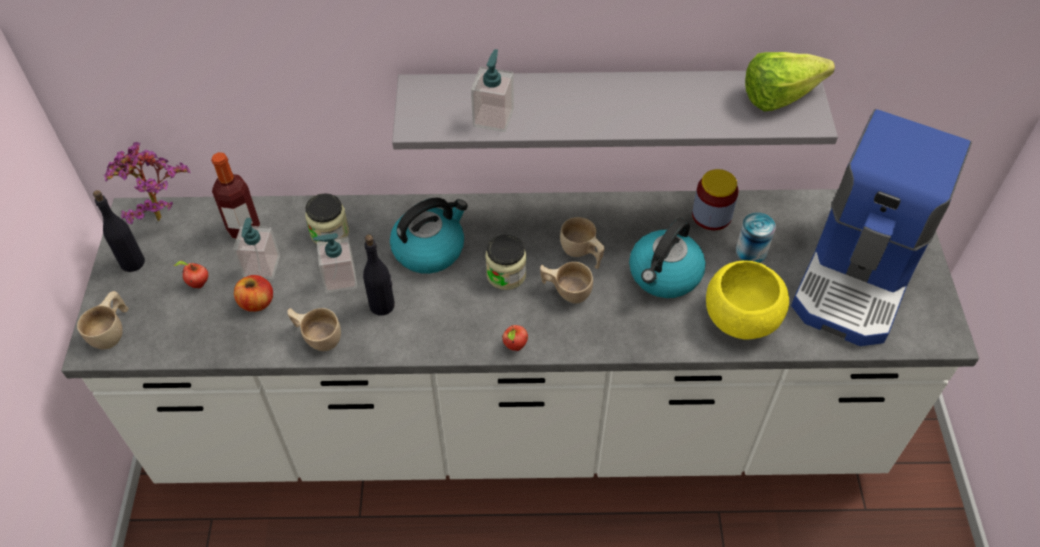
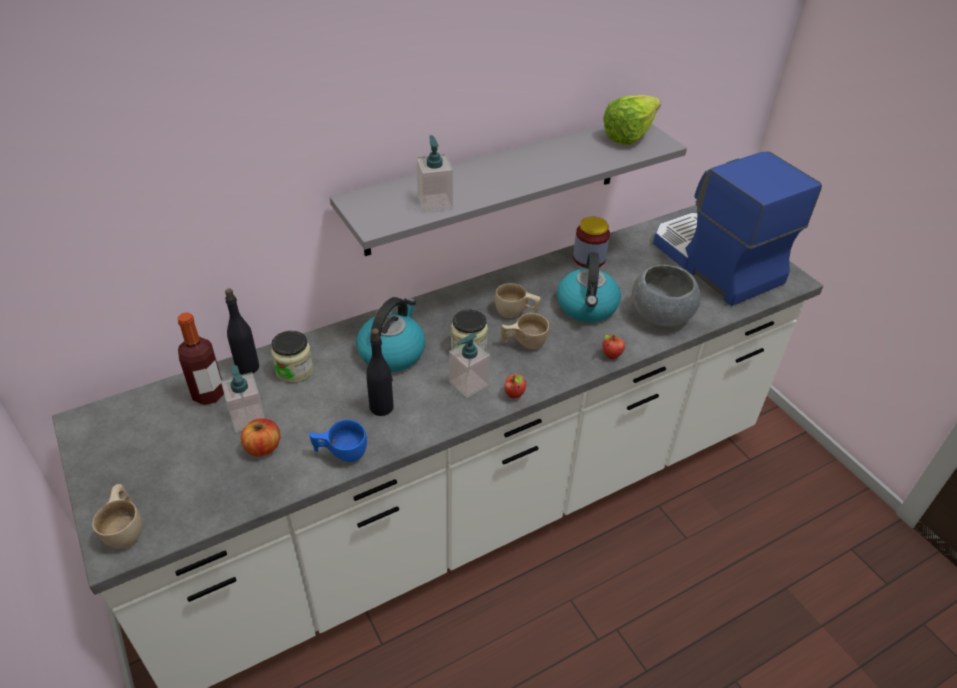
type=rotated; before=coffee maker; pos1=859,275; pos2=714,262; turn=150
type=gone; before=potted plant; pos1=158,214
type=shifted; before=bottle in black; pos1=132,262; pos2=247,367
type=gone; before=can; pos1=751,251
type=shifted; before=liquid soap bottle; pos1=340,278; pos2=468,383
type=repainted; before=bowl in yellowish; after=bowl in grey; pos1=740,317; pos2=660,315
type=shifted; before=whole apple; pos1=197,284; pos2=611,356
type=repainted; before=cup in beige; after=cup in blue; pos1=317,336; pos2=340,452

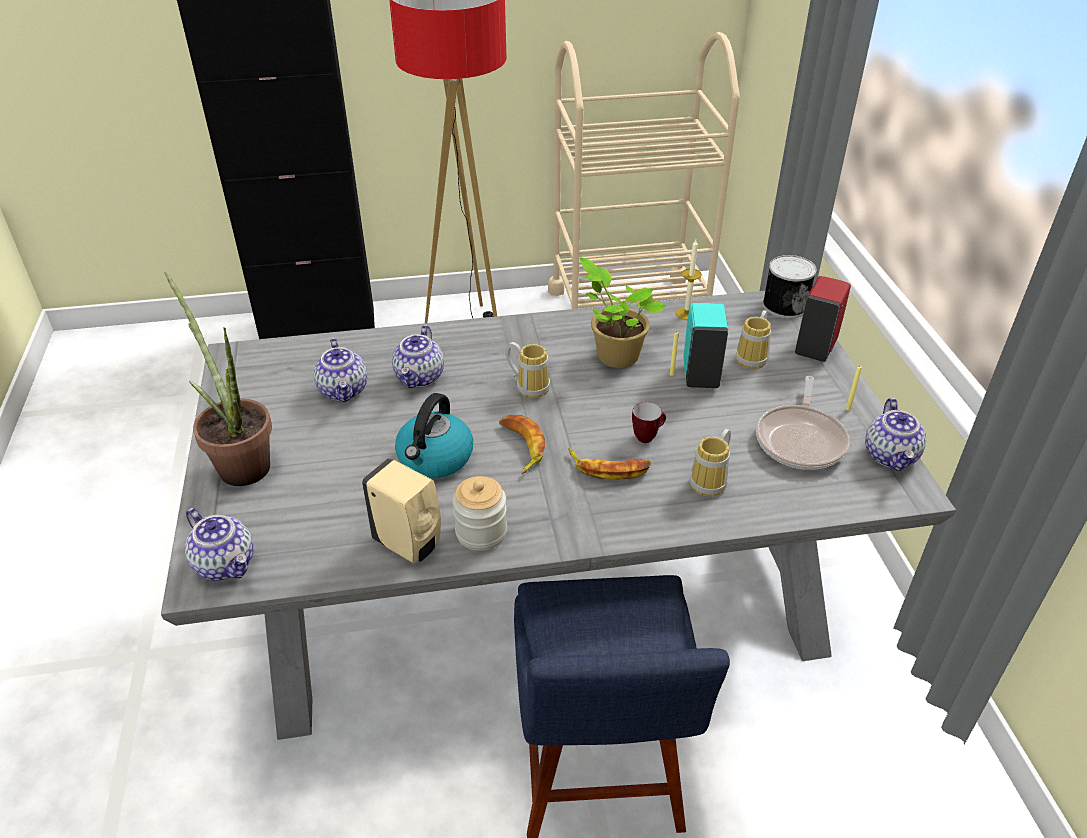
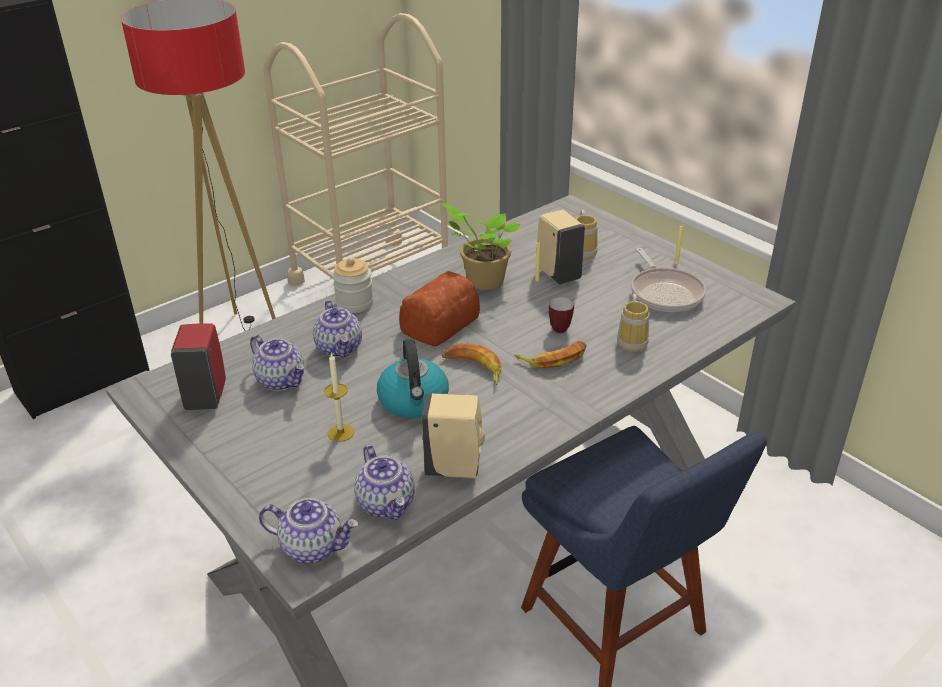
type=shifted; before=wax light; pos1=687,313; pos2=341,432
type=gone; before=can; pos1=784,305
type=gone; before=potted plant; pos1=240,462
type=shifted; before=liquid soap bottle in red; pos1=816,348; pos2=206,395
type=repainted; before=liquid soap bottle in blue-green; after=liquid soap bottle in beige; pos1=700,374; pos2=557,274
type=swapped; before=coffee mug; after=bread; pos1=530,386; pos2=438,324
type=shifted; before=pot for tea; pos1=891,456; pos2=387,503
type=shifted; before=jar; pos1=481,532; pos2=354,303

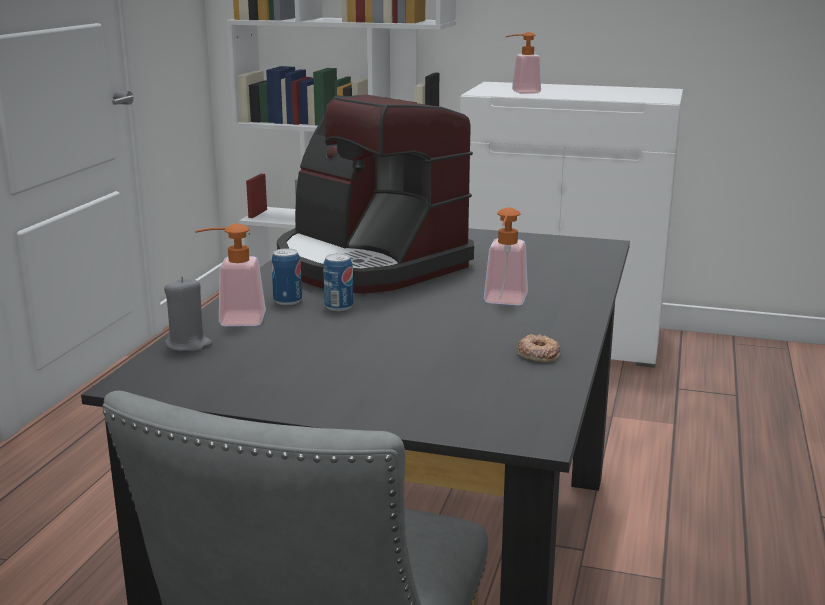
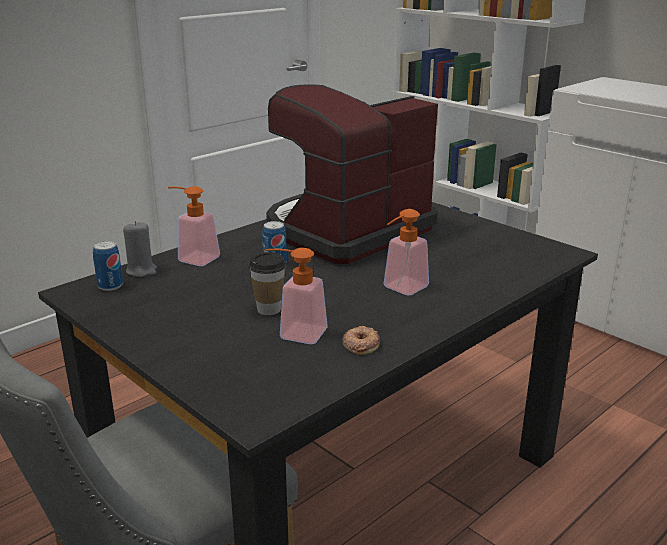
type=shifted; before=liquid soap bottle; pos1=520,92; pos2=295,332
type=rotated; before=coffee maker; pos1=369,264; pos2=346,231; turn=60
type=shifted; before=can; pos1=287,301; pos2=110,286
type=new; after=cup; pos2=269,309

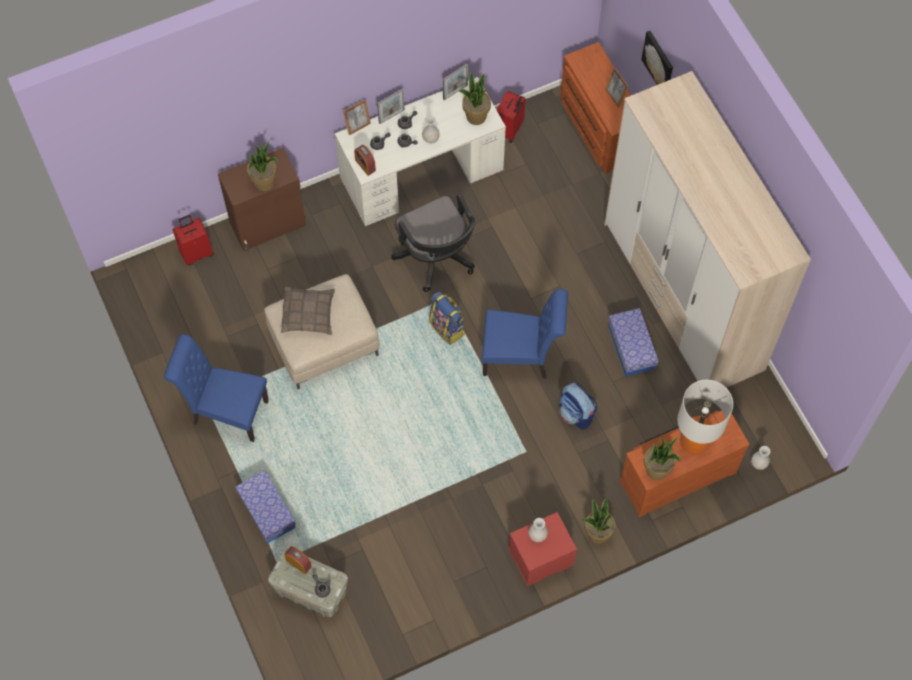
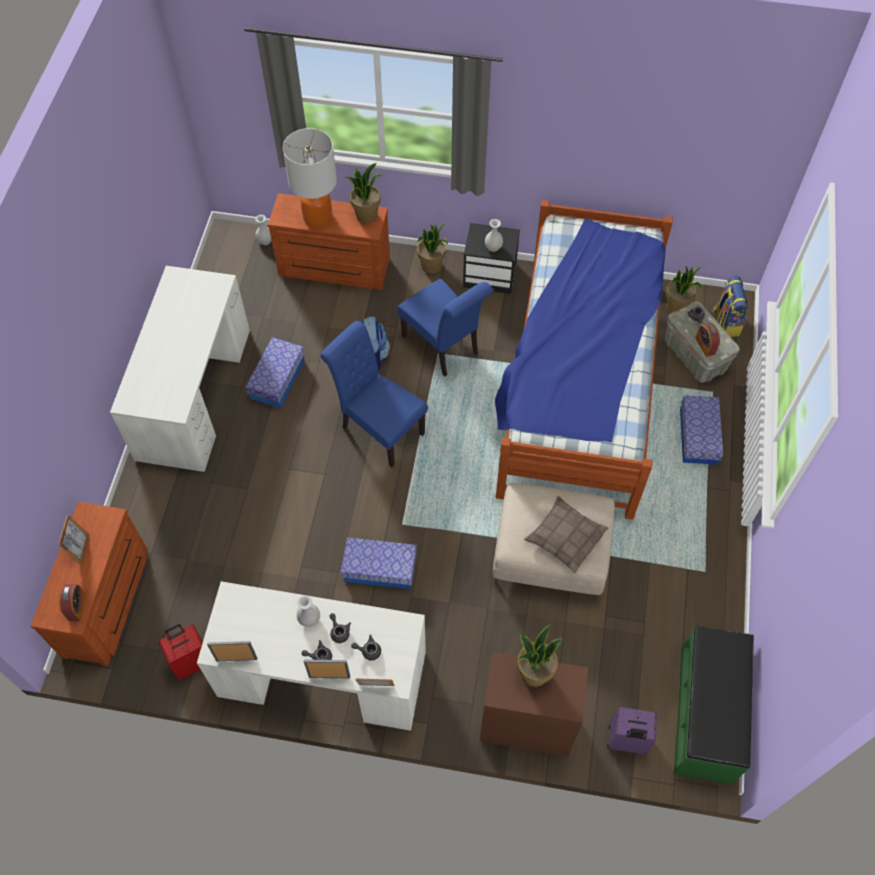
type=gone; before=wall art; pos1=659,62
type=shifted; before=potted plant; pos1=475,116; pos2=676,307
type=swapped; before=wardrobe; after=desk table in white-coloured; pos1=682,297; pos2=195,393
type=shifted; before=alarm clock; pos1=365,165; pos2=76,607
type=swapped; before=office chair in black; after=storage box; pos1=437,258; pos2=380,568
type=repainted; before=piece of luggage in red; after=piece of luggage in purplish; pos1=196,253; pos2=626,741
type=shifted; before=backpack; pos1=448,327; pos2=725,322
type=shifted; before=chair in blue; pos1=226,411; pos2=444,348
type=repainted; before=bedside table in red; after=bedside table in black; pos1=540,559; pos2=490,274
type=new; after=bedroom bed; pos2=578,383
type=new; after=long seat in greenish; pos2=706,714

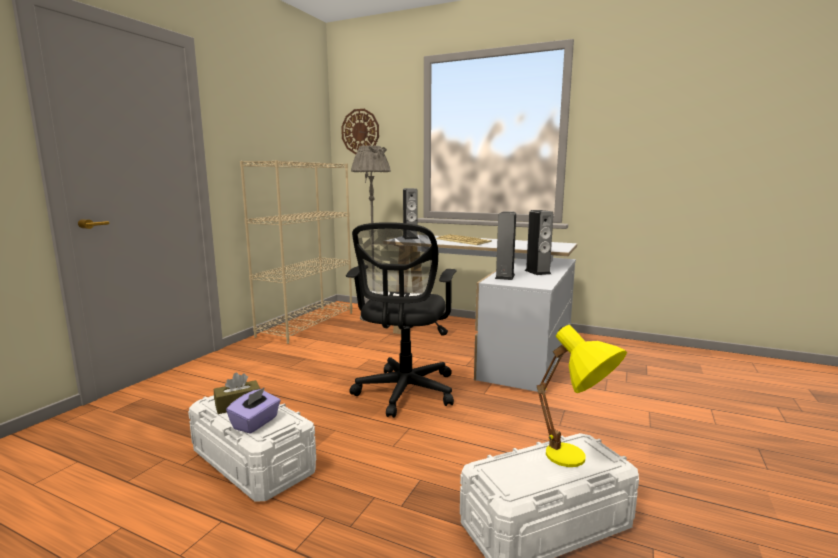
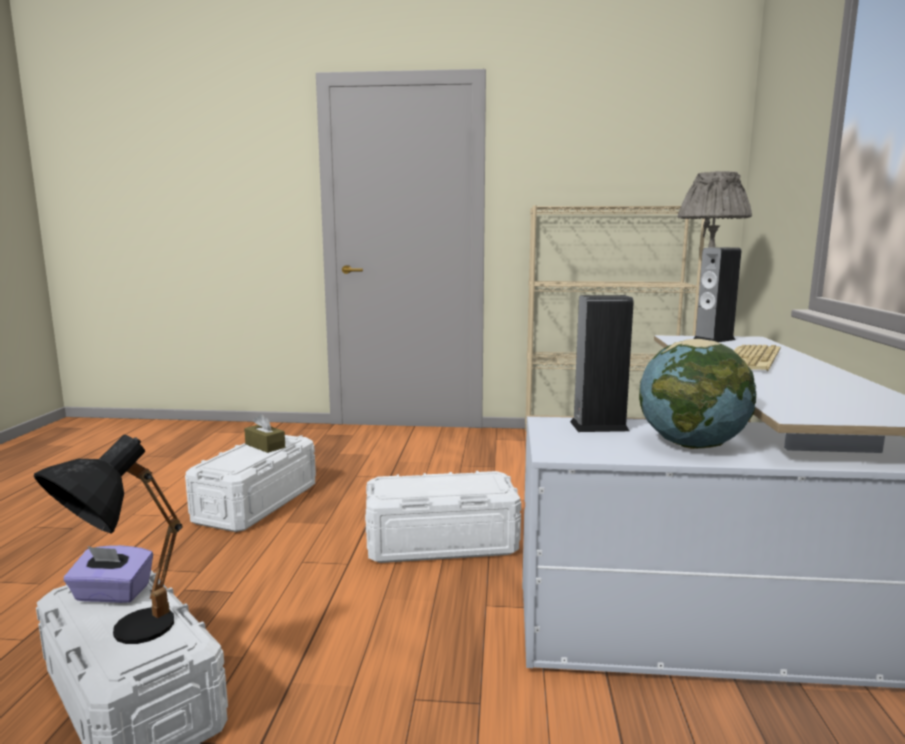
type=gone; before=hanging clock; pos1=360,131
type=swapped; before=loudspeaker; after=globe; pos1=537,272; pos2=692,445
type=swapped; before=office chair in black; after=storage box in white-coloured; pos1=404,393; pos2=441,543
type=repainted; before=table lamp in yellowish; after=table lamp in black; pos1=576,463; pos2=121,636
type=shifted; before=box of tissues in purplish; pos1=256,423; pos2=112,594

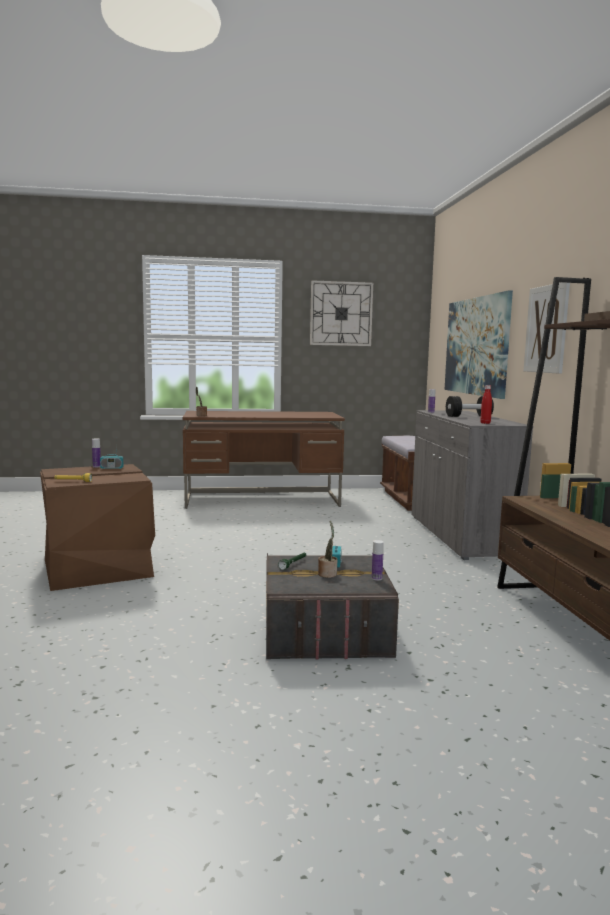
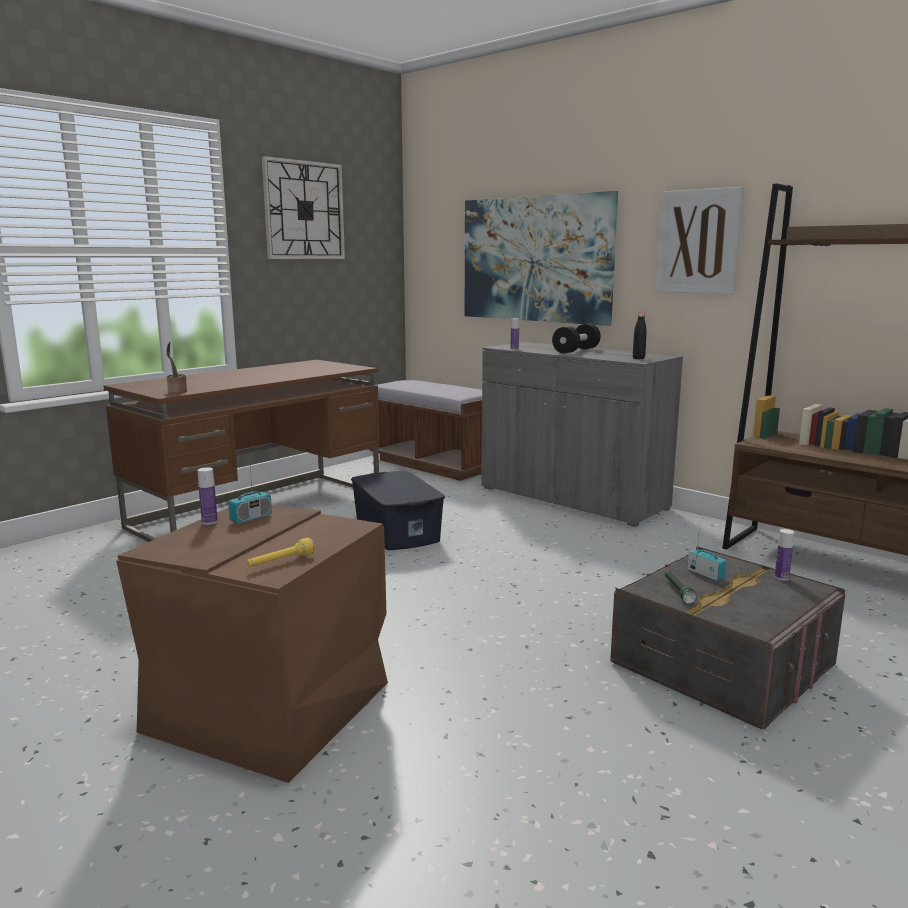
type=repainted; before=bottle in red; after=bottle in black; pos1=485,423; pos2=638,358
type=gone; before=potted plant; pos1=327,574
type=new; after=storage box in blue; pos2=397,530

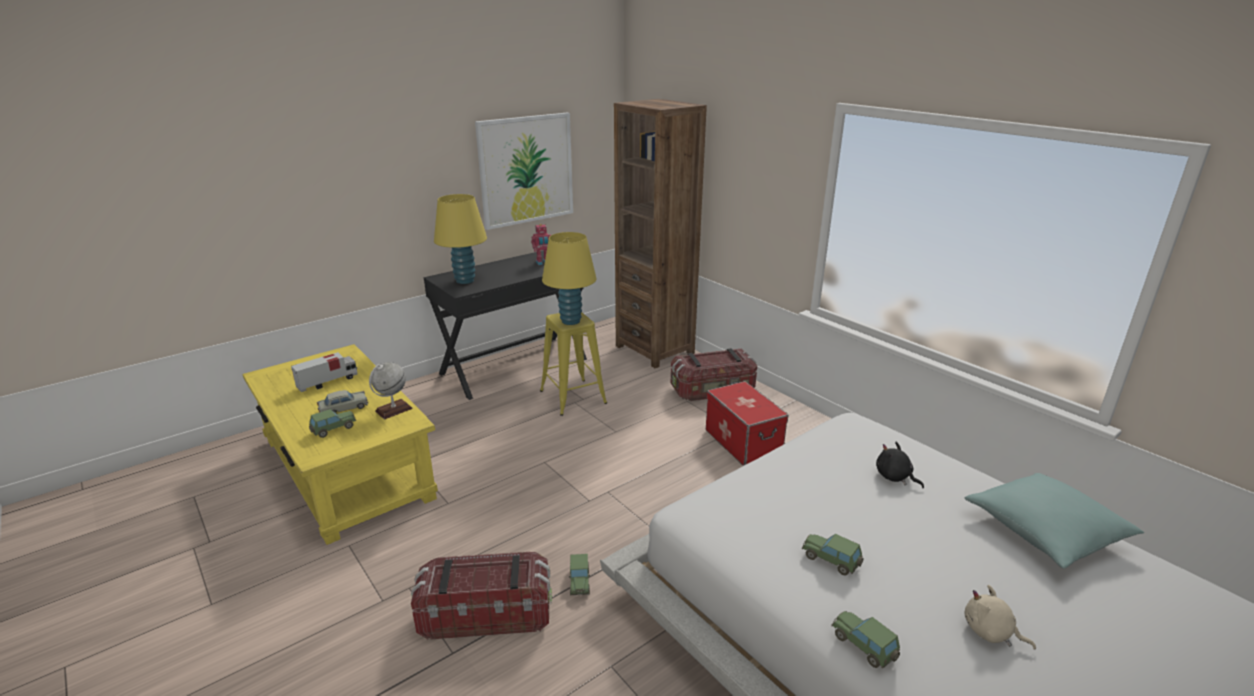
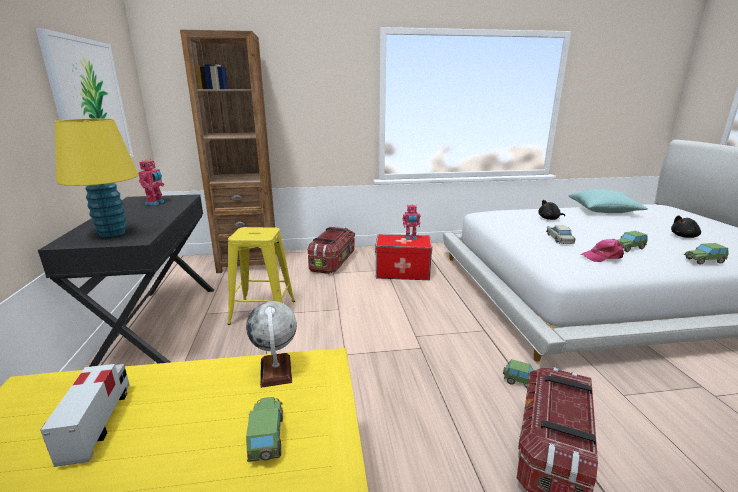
type=gone; before=table lamp in yellowish; pos1=571,321
type=shifted; before=toy car in beige; pos1=343,408; pos2=559,239
type=repainted; before=plush toy in beige; after=plush toy in black; pos1=990,632; pos2=684,236
type=new; after=model robot; pos2=410,237
type=new; after=peaked cap in pinkish; pos2=602,256

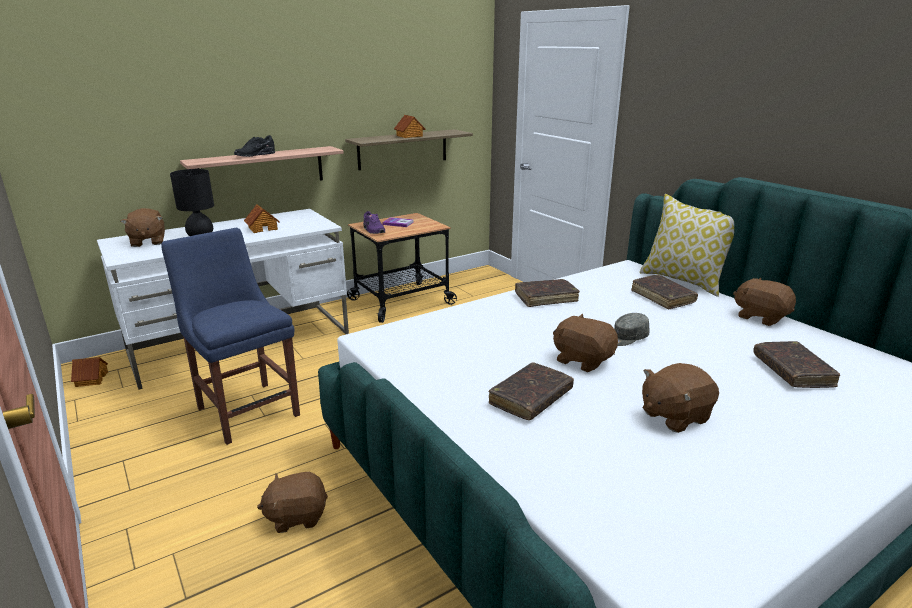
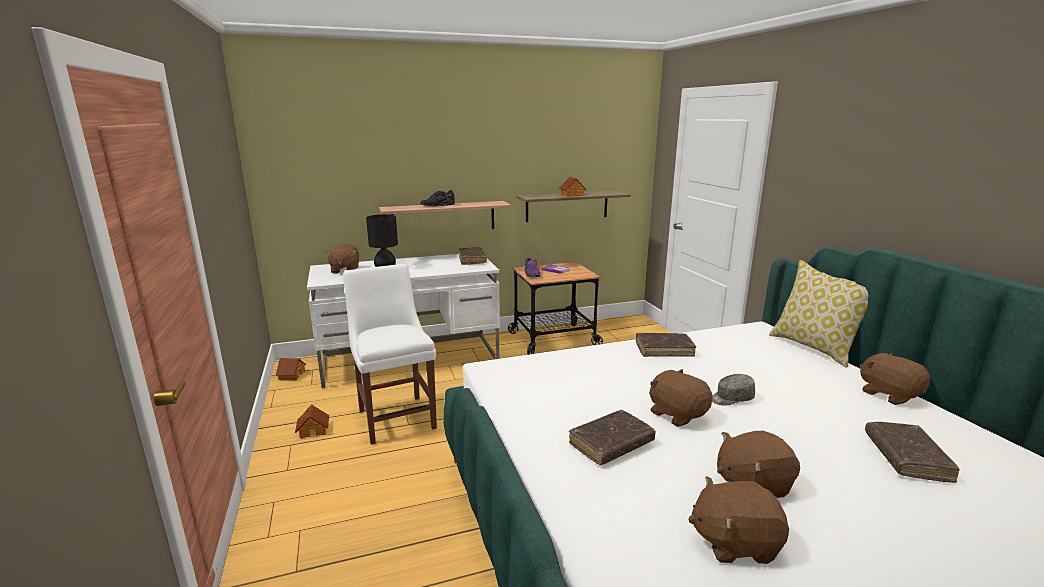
type=shifted; before=miniature house; pos1=263,228; pos2=313,430
type=repainted; before=chair in blue; after=chair in white-coloured; pos1=246,409; pos2=396,416
type=shifted; before=book in brownish; pos1=662,297; pos2=472,260
type=shifted; before=plush toy in brownish; pos1=296,516; pos2=734,542

